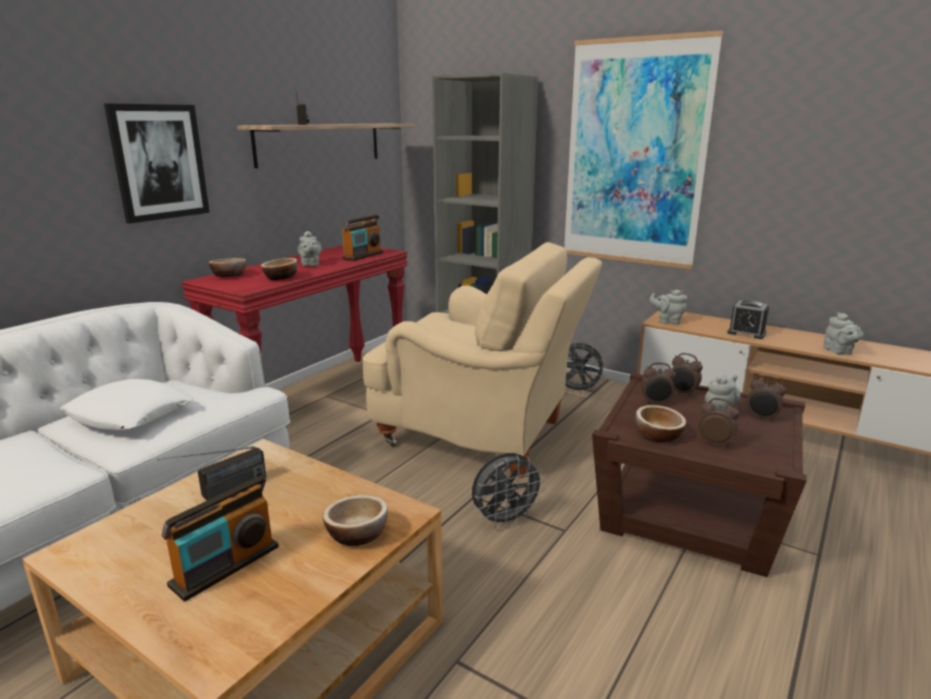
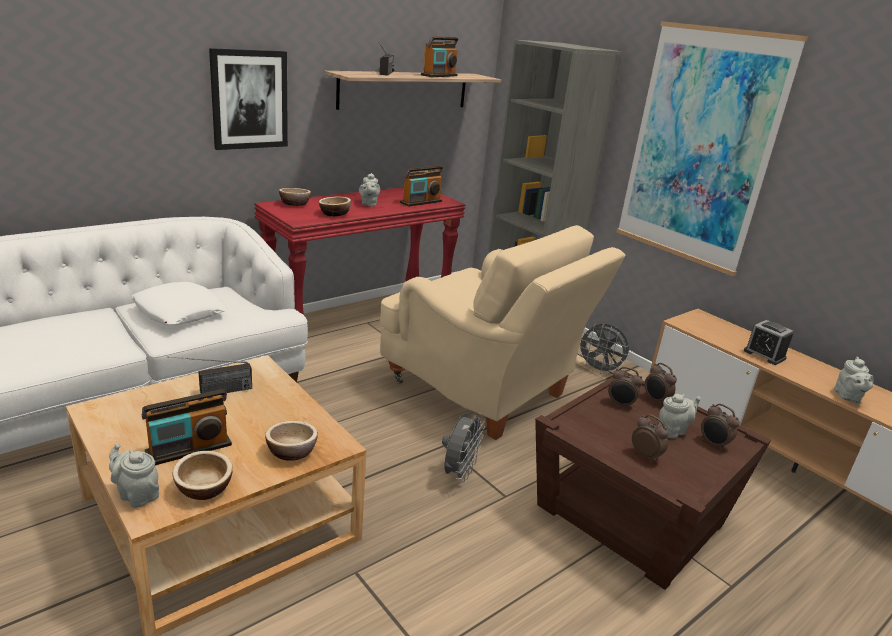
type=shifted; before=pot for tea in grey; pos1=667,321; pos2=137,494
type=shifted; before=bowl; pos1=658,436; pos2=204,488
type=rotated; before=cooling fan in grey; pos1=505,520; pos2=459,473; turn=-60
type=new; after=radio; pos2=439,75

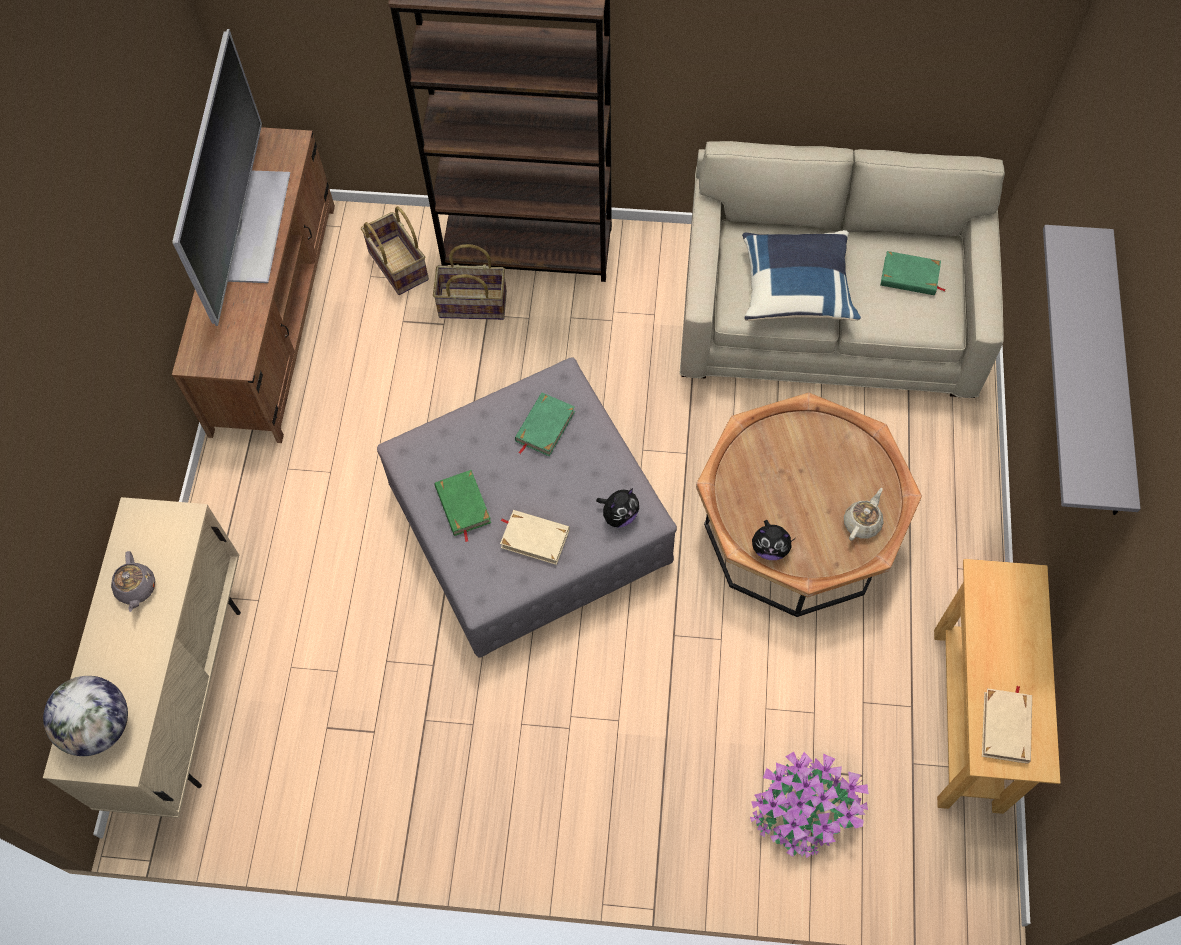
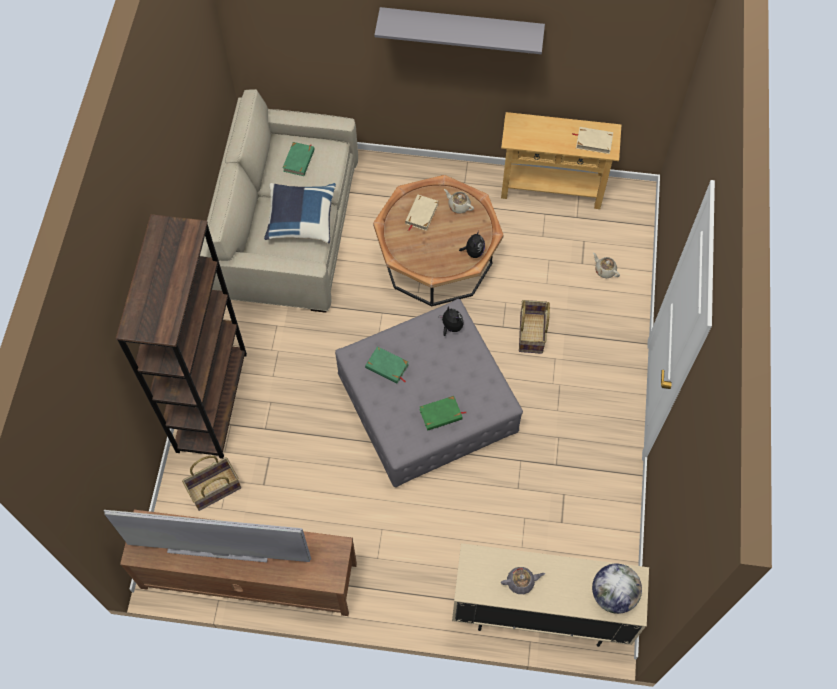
type=shifted; before=storage basket; pos1=472,305; pos2=532,333
type=shifted; before=book in beige; pos1=535,538; pos2=421,214
type=swapped; before=potted plant; after=pot for tea in beige; pos1=803,812; pos2=604,270

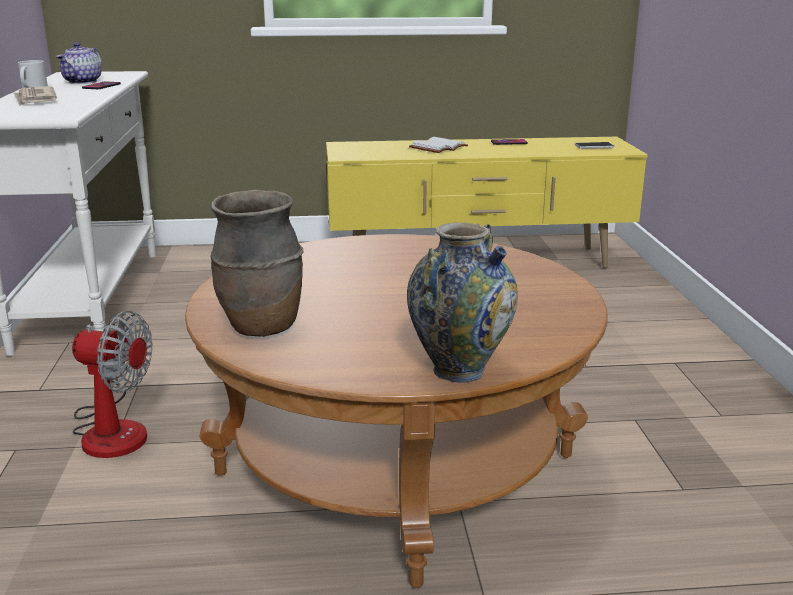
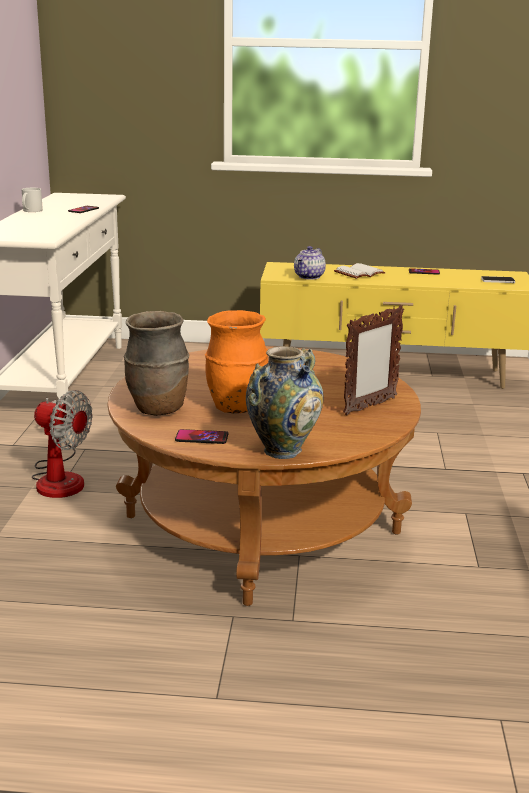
type=shifted; before=pot for tea; pos1=83,82; pos2=309,277
type=gone; before=printed paper; pos1=35,99
type=new; after=standing frame; pos2=369,406
type=new; after=decorative vase in orange; pos2=236,408
type=new; after=telephone; pos2=202,438

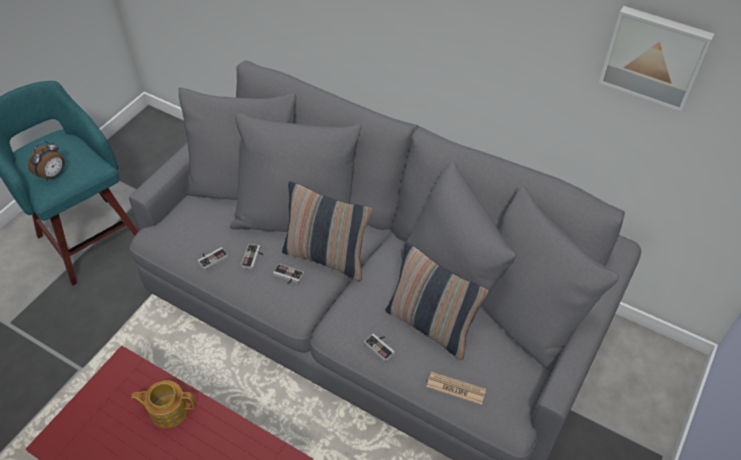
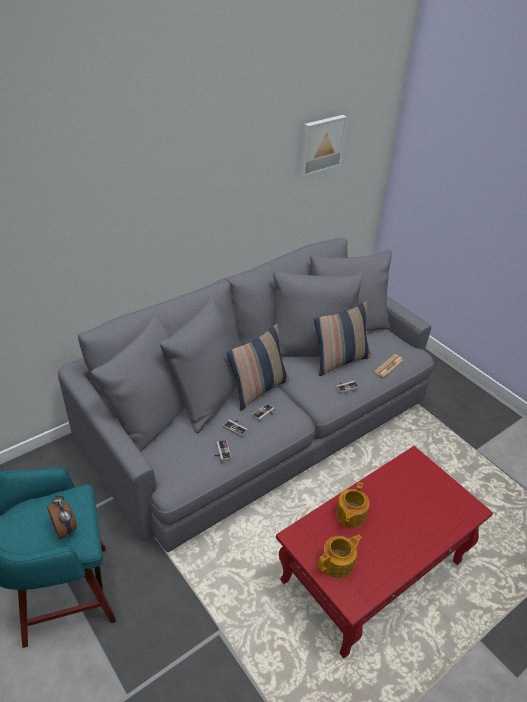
type=new; after=pot for tea; pos2=338,563

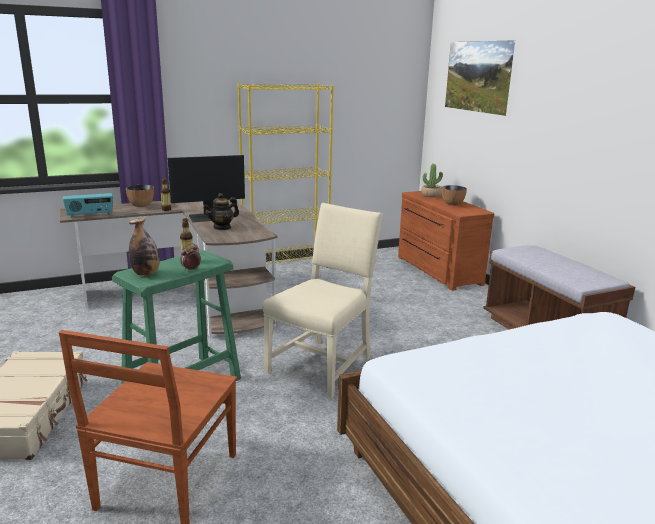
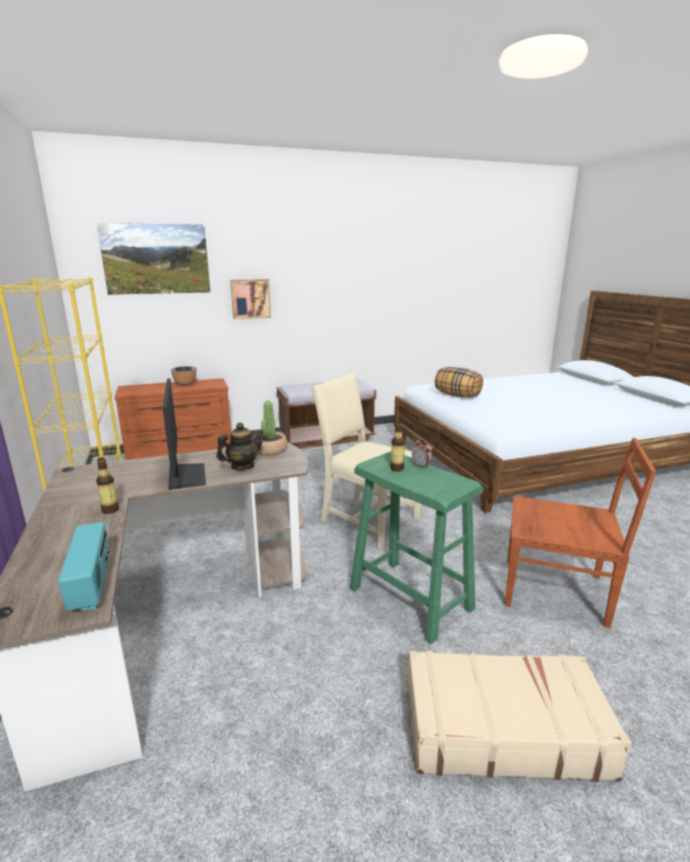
type=shifted; before=potted plant; pos1=431,195; pos2=270,450
type=gone; before=bowl; pos1=141,205
type=rotated; before=pot for tea; pos1=222,227; pos2=242,466; turn=-90
type=gone; before=bottle; pos1=146,273
type=new; after=wall art; pos2=250,298
type=new; after=cushion; pos2=457,396

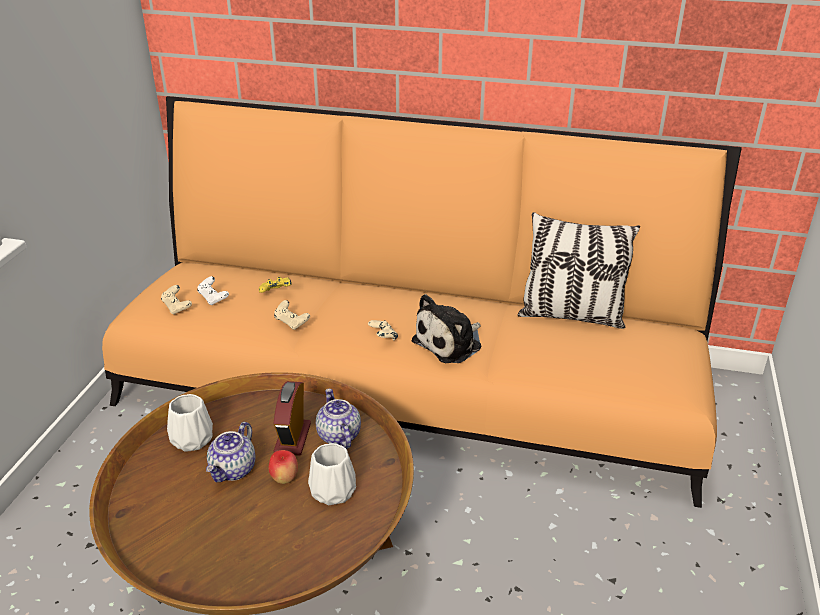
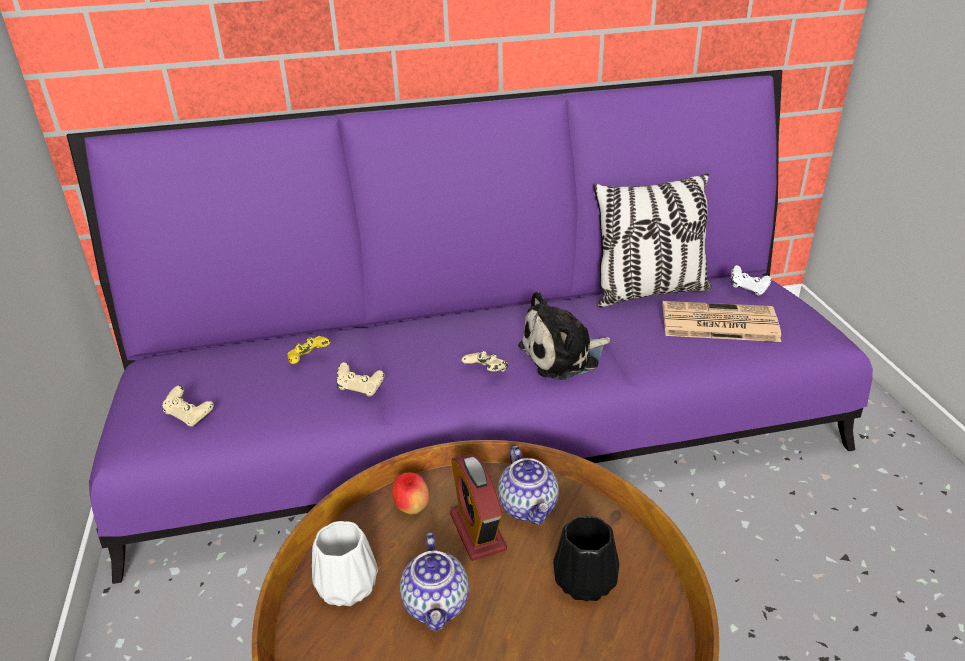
type=repainted; before=couch in orange; after=couch in purplish; pos1=409,387; pos2=485,426
type=shifted; before=joypad in white-coloured; pos1=213,298; pos2=748,289
type=rotated; before=plush toy; pos1=450,343; pos2=563,356; turn=45
type=rotated; before=pot for tea; pos1=338,435; pos2=529,507; turn=-150
type=repainted; before=decorative vase in white-coloured; after=decorative vase in black; pos1=334,491; pos2=586,580
type=shifted; before=whole apple; pos1=284,479; pos2=412,508
type=new; after=printed paper; pos2=717,323

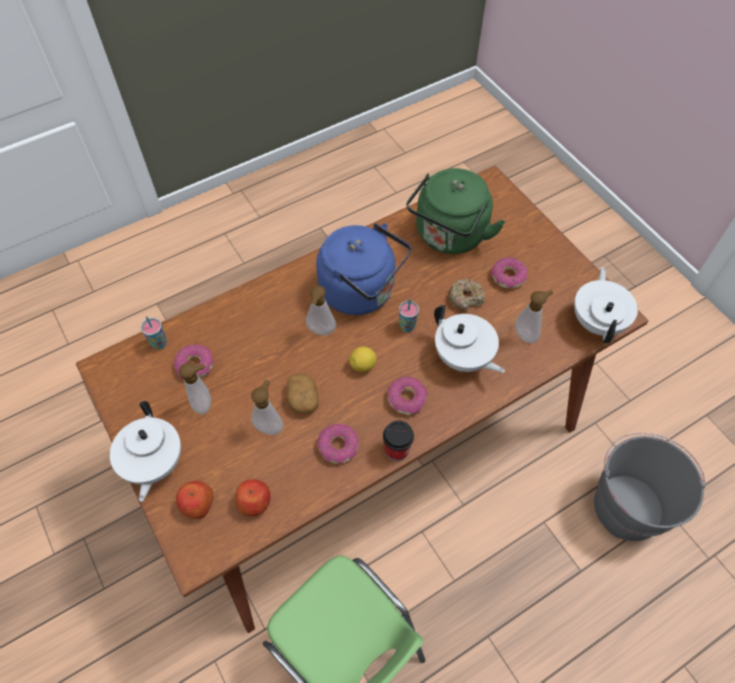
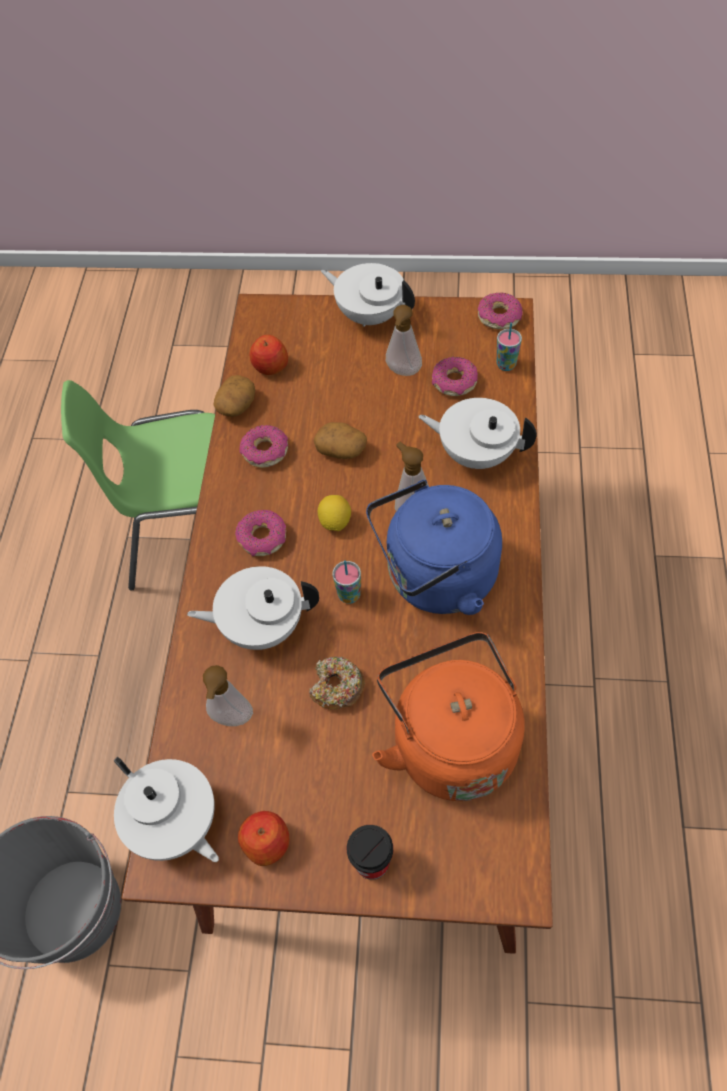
type=repainted; before=water kettle in greenish; after=water kettle in orange; pos1=449,236; pos2=450,740
type=shifted; before=ring doughnut; pos1=508,277; pos2=499,316
type=gone; before=liquid soap bottle; pos1=270,425
type=shifted; before=cup; pos1=397,450; pos2=372,861
type=shifted; before=whole apple; pos1=197,504; pos2=266,842
type=new; after=spud; pos2=237,405
type=new; after=pot for tea in white-coloured; pos2=476,453

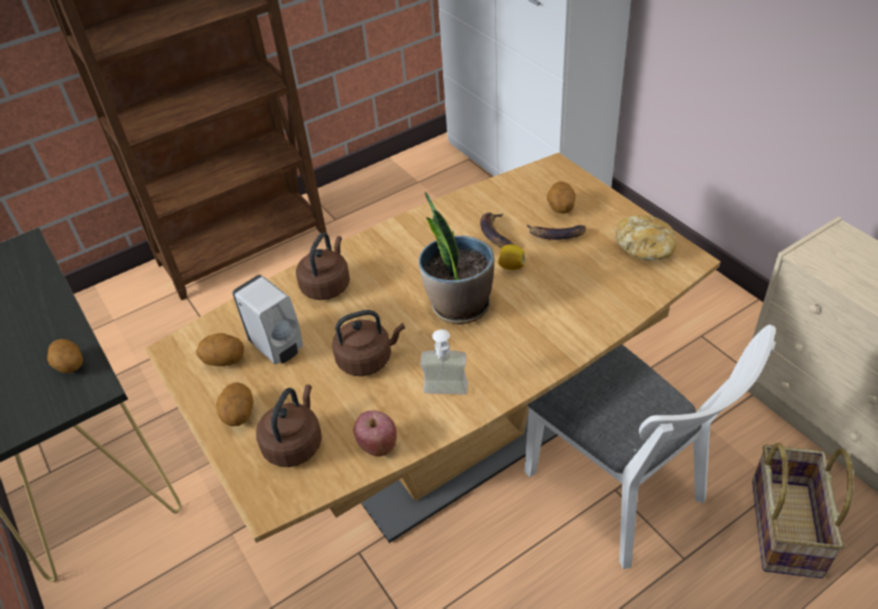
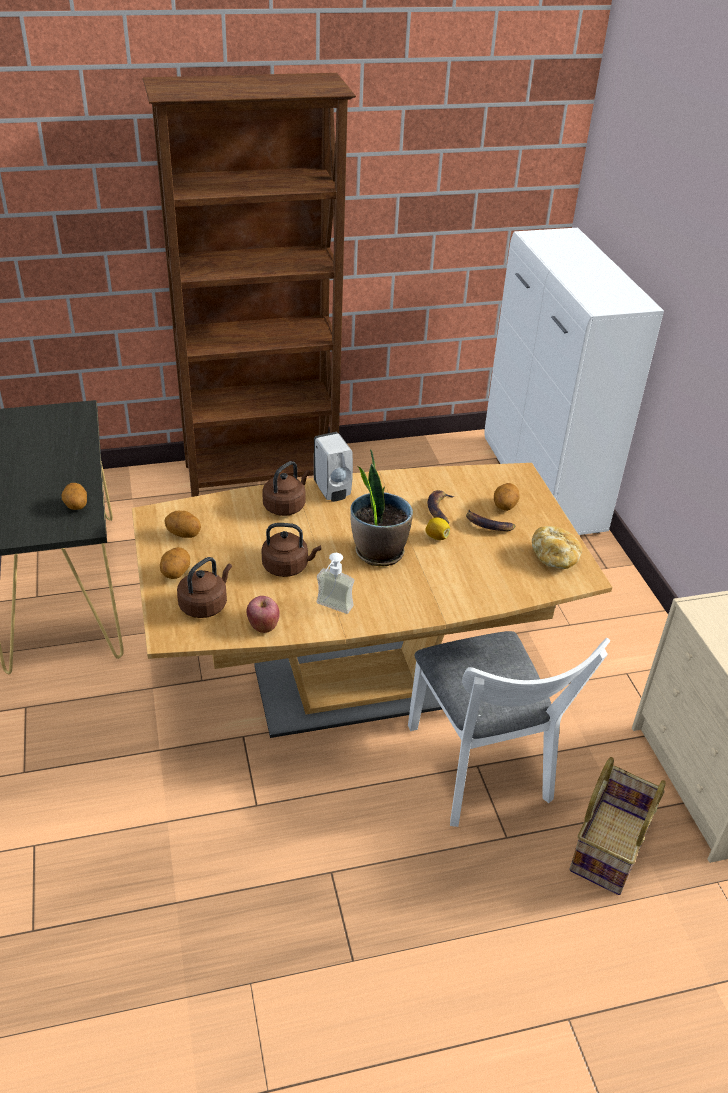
type=shifted; before=liquid soap bottle in white-coloured; pos1=278,348; pos2=332,492

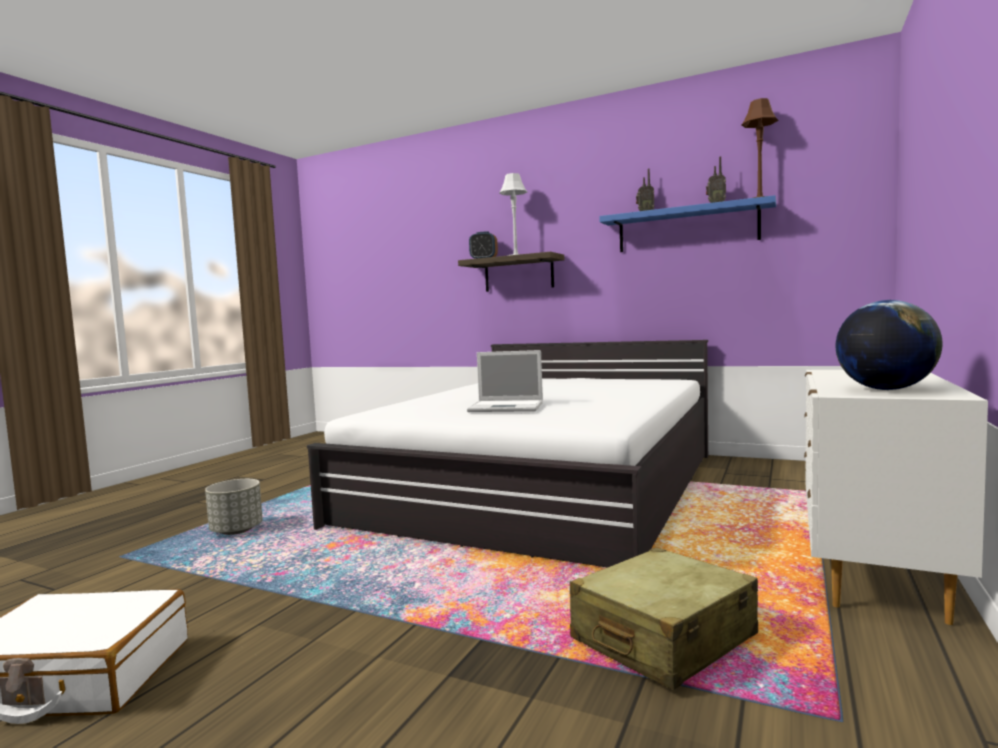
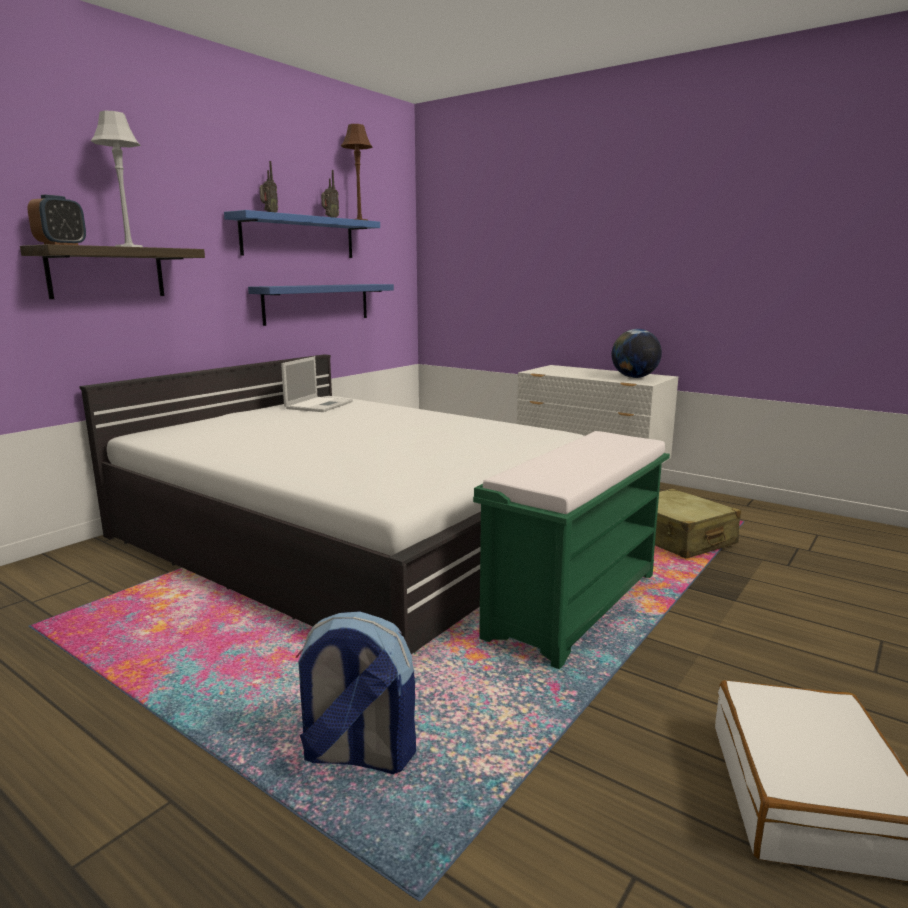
type=shifted; before=notebook computer; pos1=508,407; pos2=319,405
type=swapped; before=flower pot in grey; after=backpack; pos1=236,531; pos2=357,755
type=new; after=shelf in blue; pos2=317,303
type=new; after=long seat in greenish; pos2=574,603

